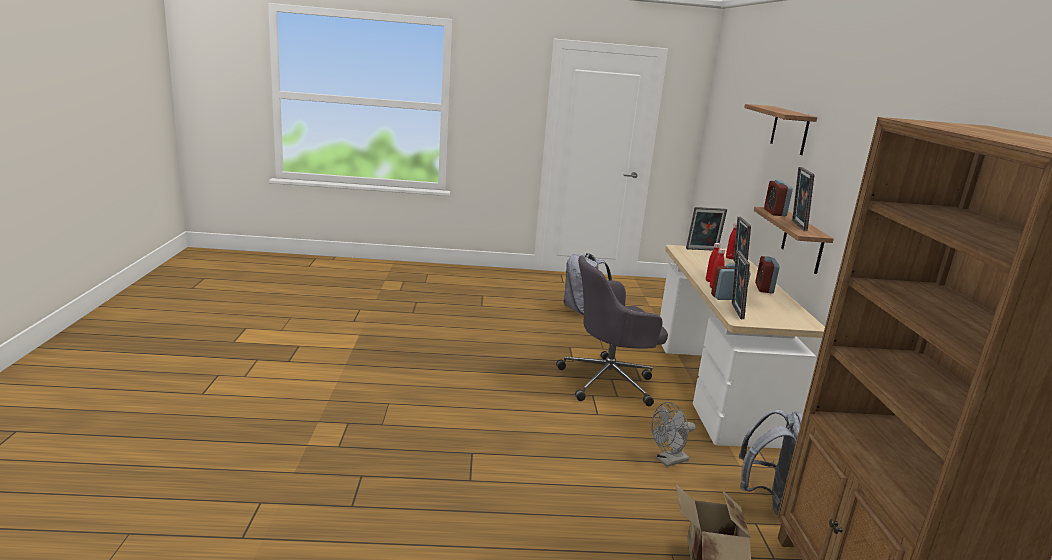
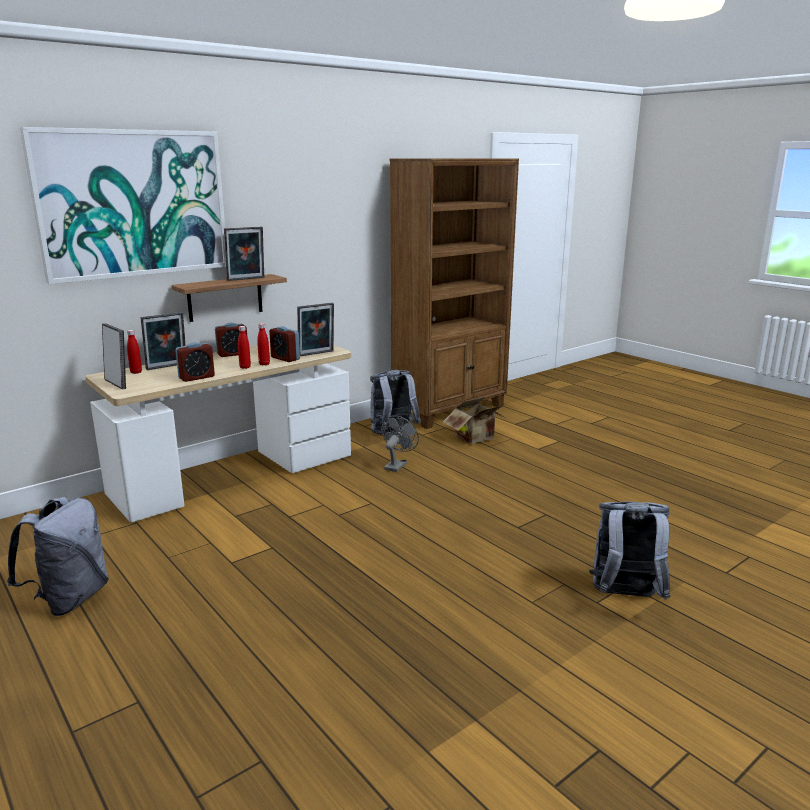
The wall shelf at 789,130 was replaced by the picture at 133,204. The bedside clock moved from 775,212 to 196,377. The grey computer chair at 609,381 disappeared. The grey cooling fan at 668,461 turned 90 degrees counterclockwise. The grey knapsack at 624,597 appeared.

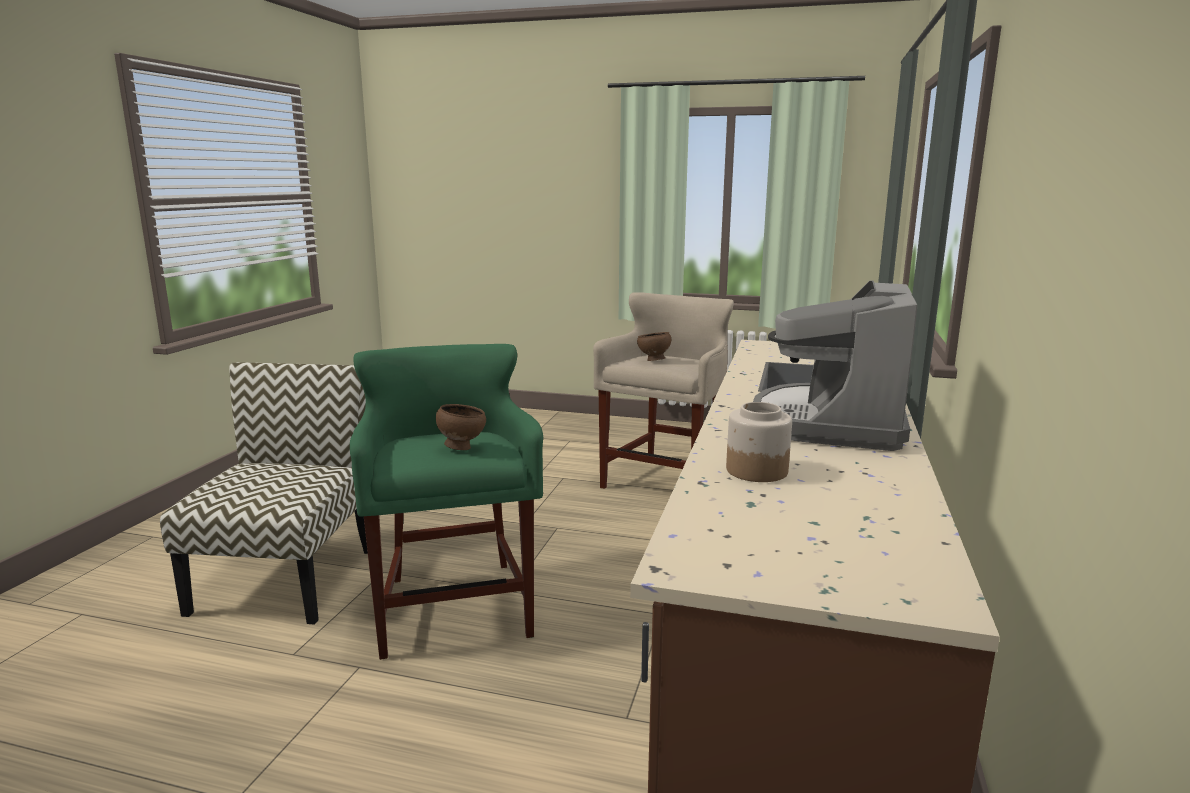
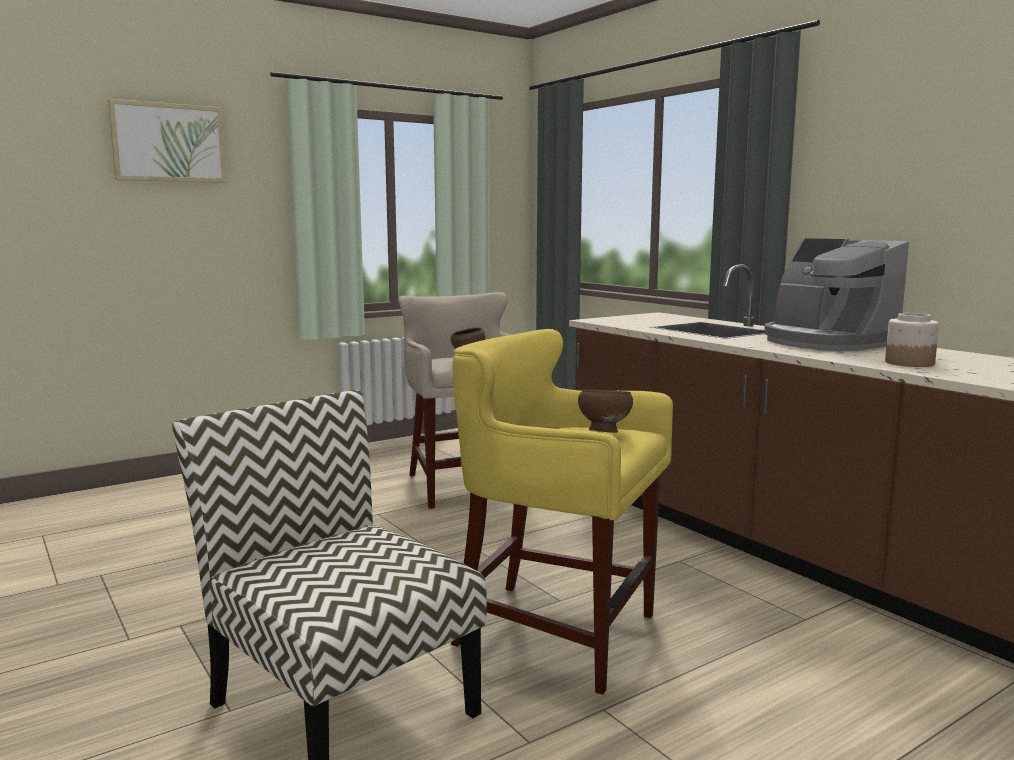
The greenish stool at 454,609 became the yellow-coloured stool at 556,633. The picture at 168,143 appeared.

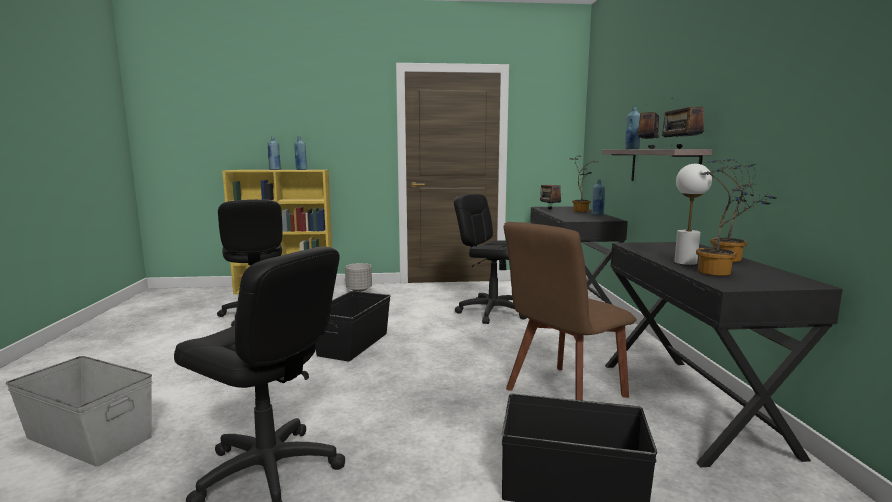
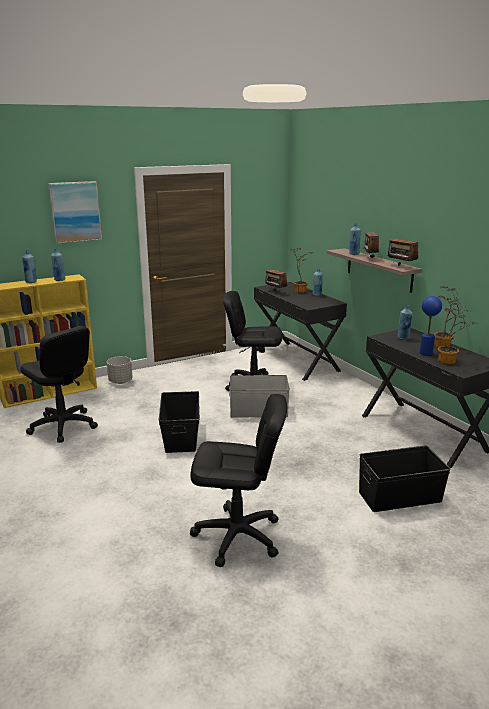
The whitish table lamp at 686,262 became the blue table lamp at 426,353. The brown upright chair at 563,395 disappeared. The grey storage container moved from 89,436 to 258,410. The picture at 75,212 appeared. The blue drink bottle at 403,338 appeared.

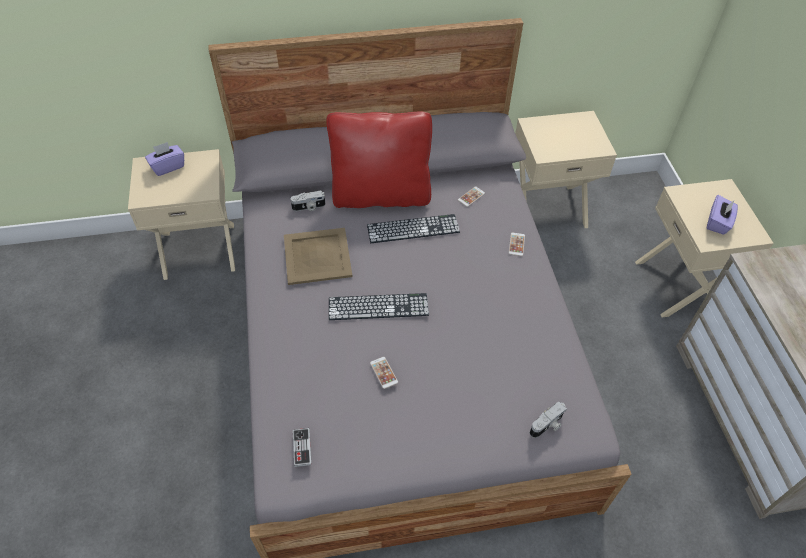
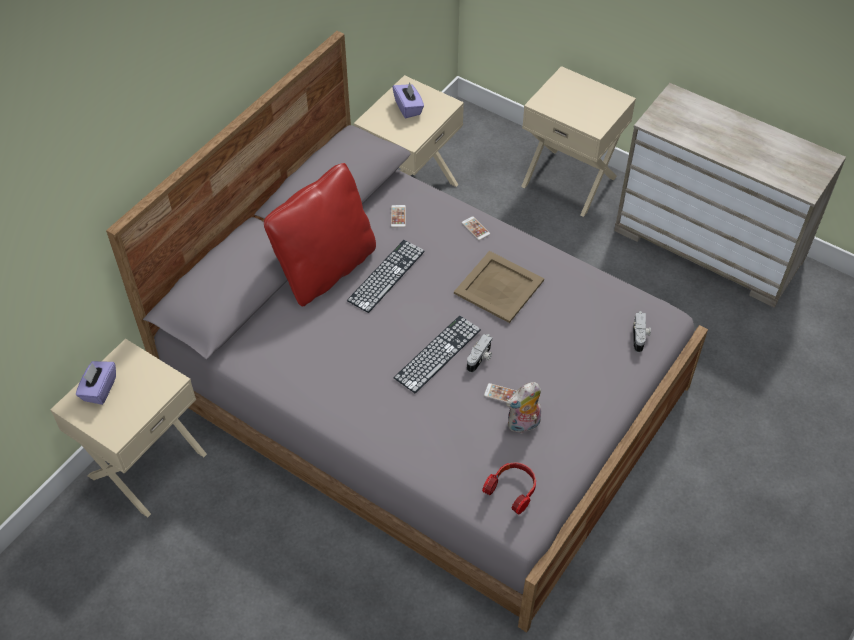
The still camera moved from 309,207 to 480,359. The purple box of tissues moved from 718,223 to 408,108. The beige carrying tray moved from 316,256 to 498,287. The gamepad at 302,448 was replaced by the headphones at 512,489. The plush toy at 523,425 appeared.

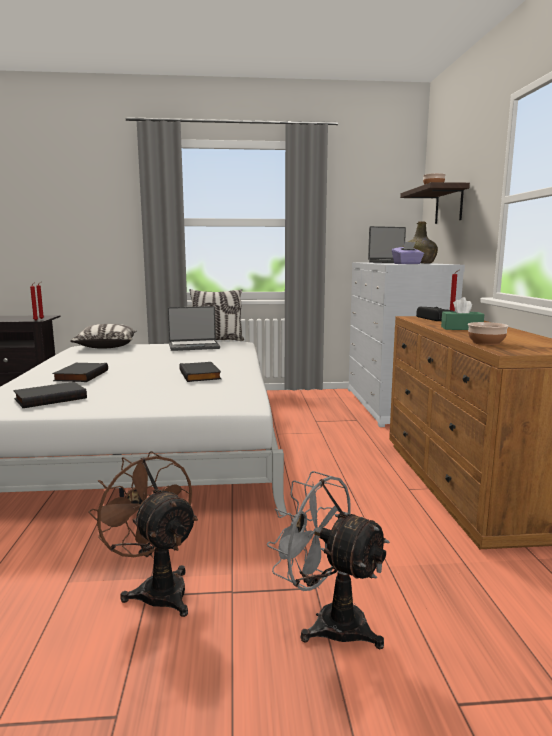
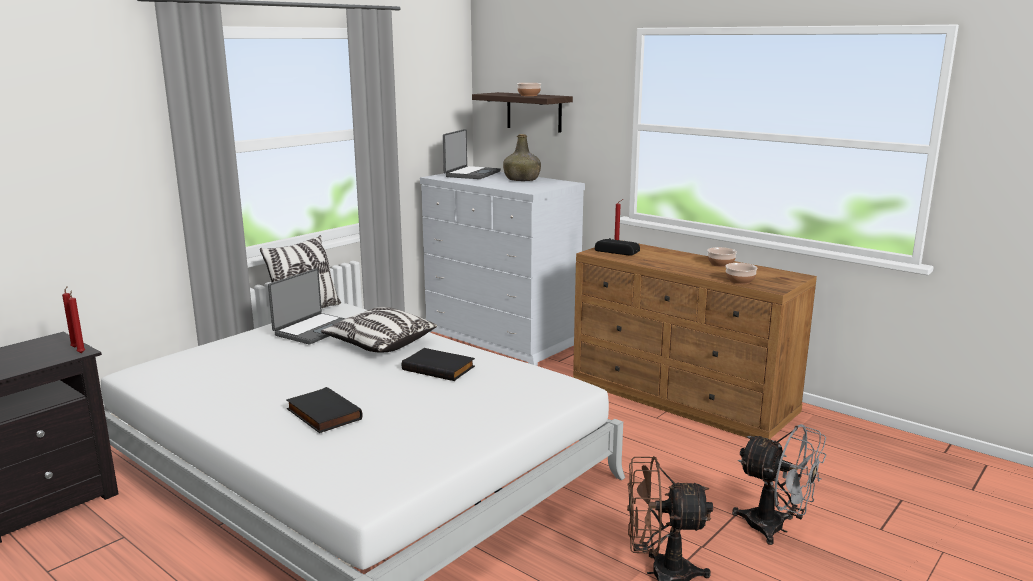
The purple box of tissues at 407,264 disappeared. The greenish box of tissues at 461,328 disappeared. The throw pillow moved from 106,346 to 380,344. The blackish volume at 50,398 disappeared. The grey cooling fan at 329,621 turned 135 degrees counterclockwise. The deep dish at 720,264 appeared.

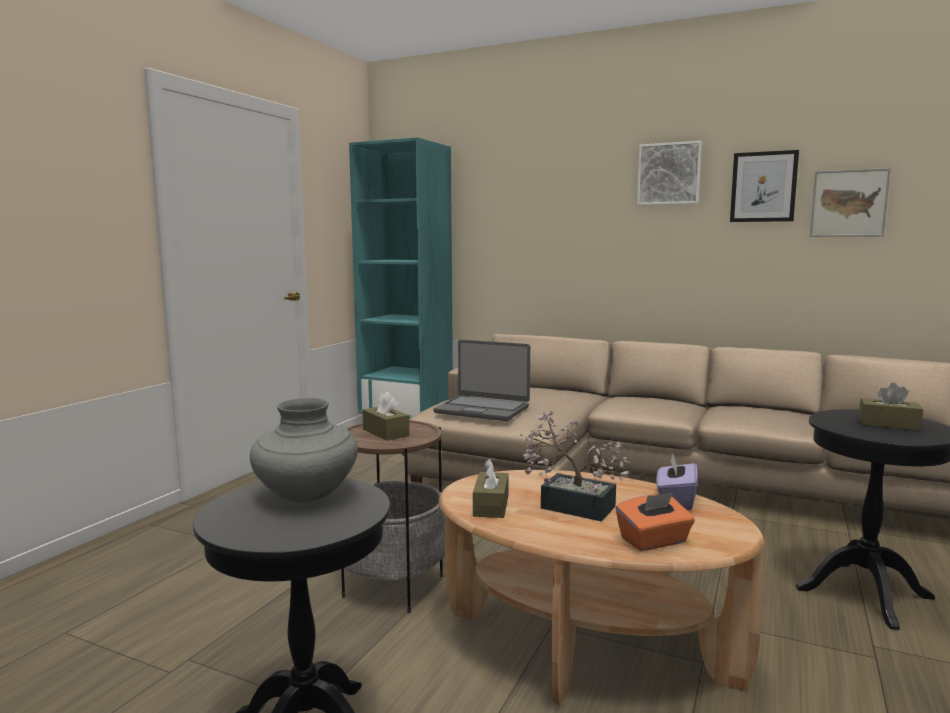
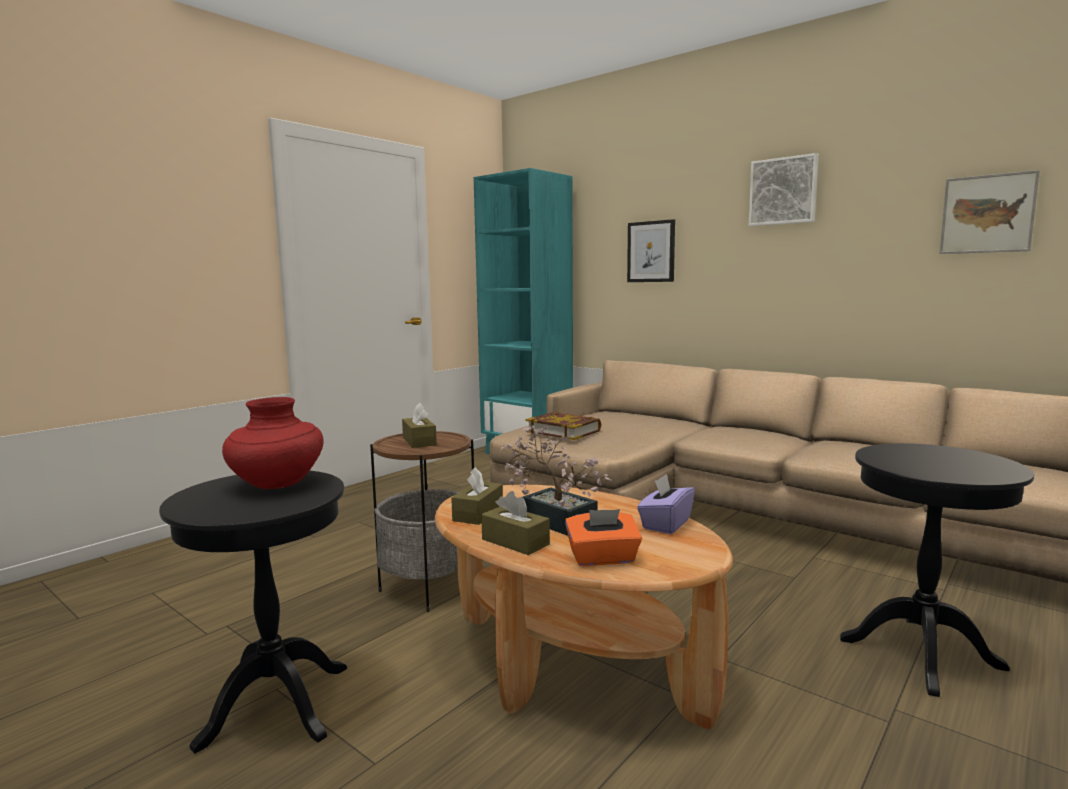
The picture moved from 763,187 to 651,251. The laptop at 482,409 was replaced by the volume at 563,431. The brown box of tissues moved from 888,424 to 515,542. The grey flower vase at 306,495 became the red flower vase at 277,484.

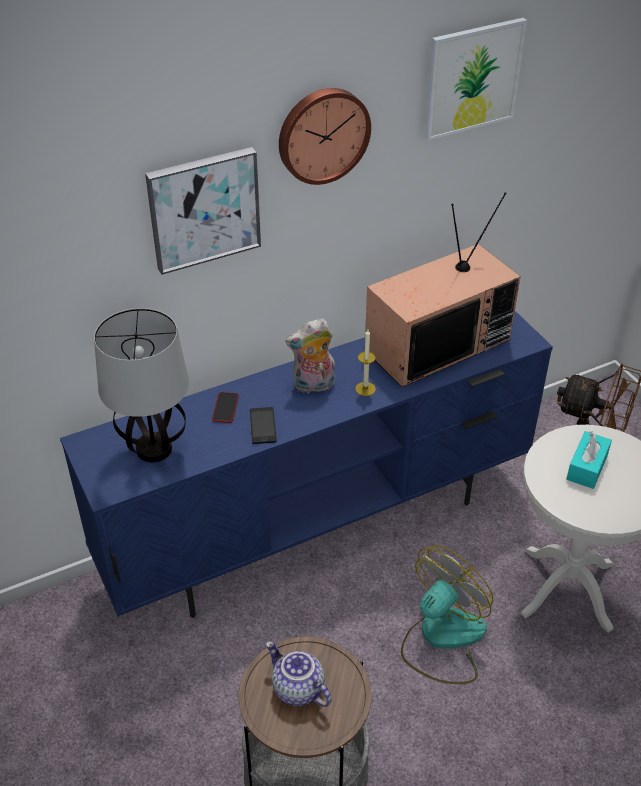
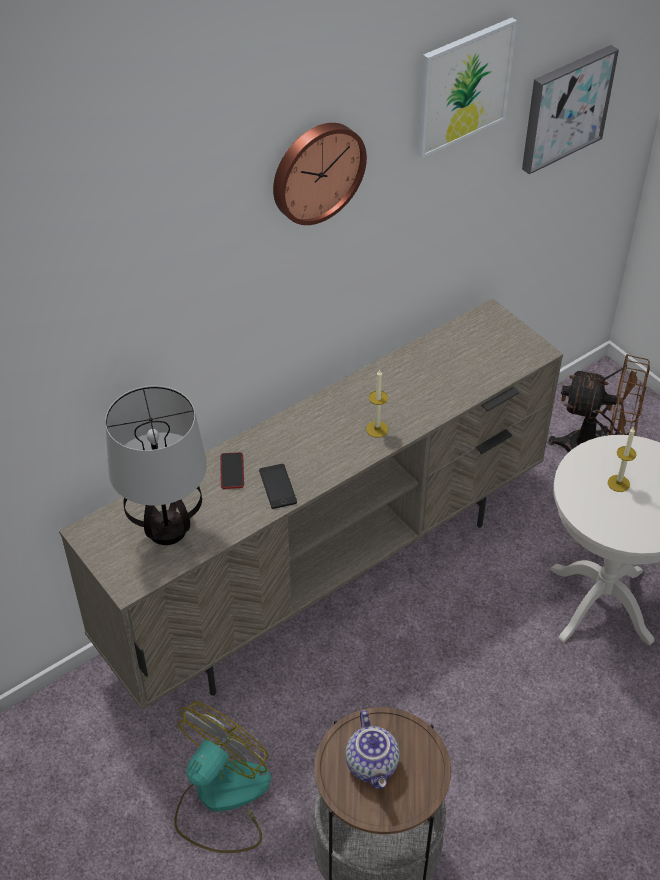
The picture moved from 203,208 to 565,107. The television at 437,343 disappeared. The blue tv stand at 320,529 became the beige tv stand at 329,576. The plush toy at 313,386 disappeared. The blue-green box of tissues at 587,467 was replaced by the wax light at 618,483. The cooling fan moved from 442,639 to 221,799. The teapot at 297,689 turned 135 degrees counterclockwise.

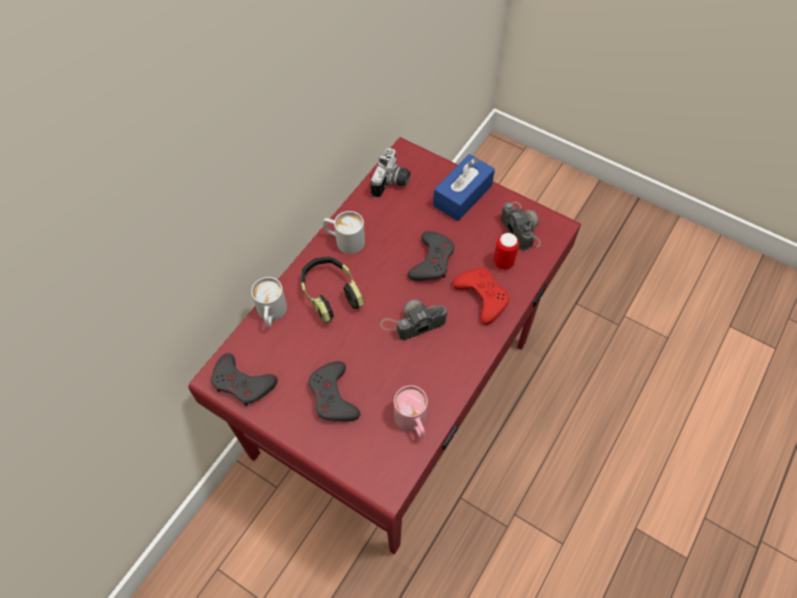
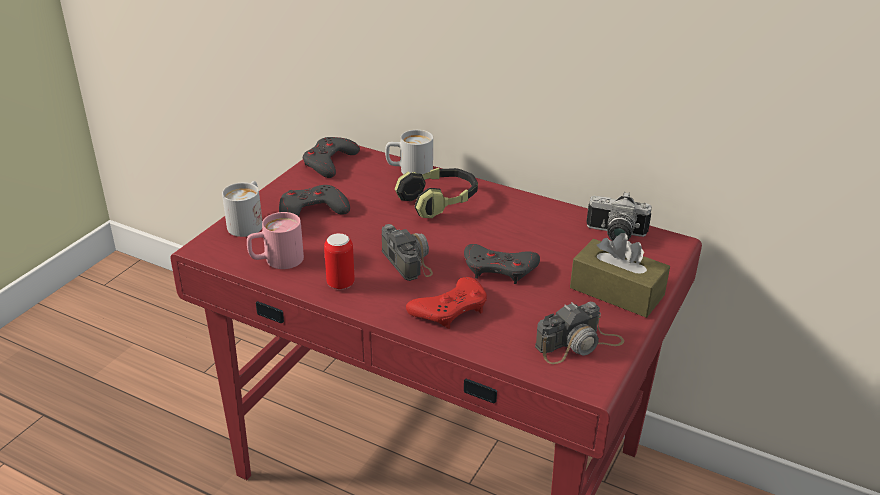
The blue box of tissues at 462,195 became the brown box of tissues at 617,292. The whitish coffee mug moved from 344,240 to 248,222. The metal can moved from 503,262 to 340,284.

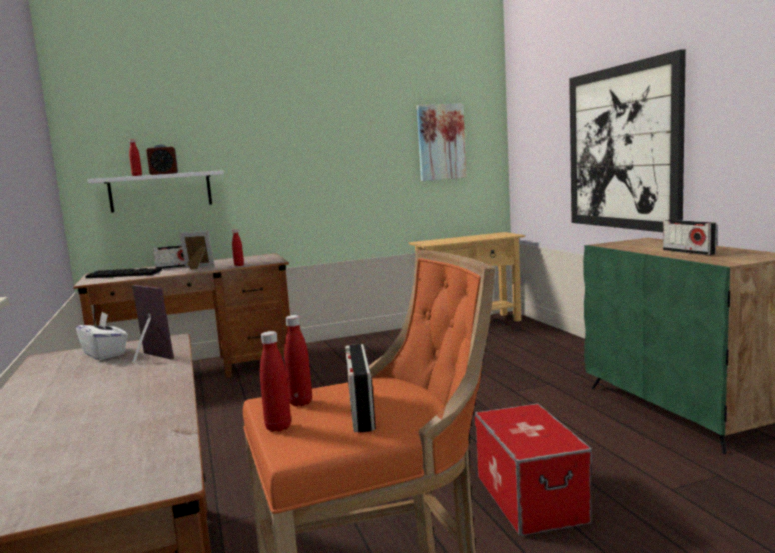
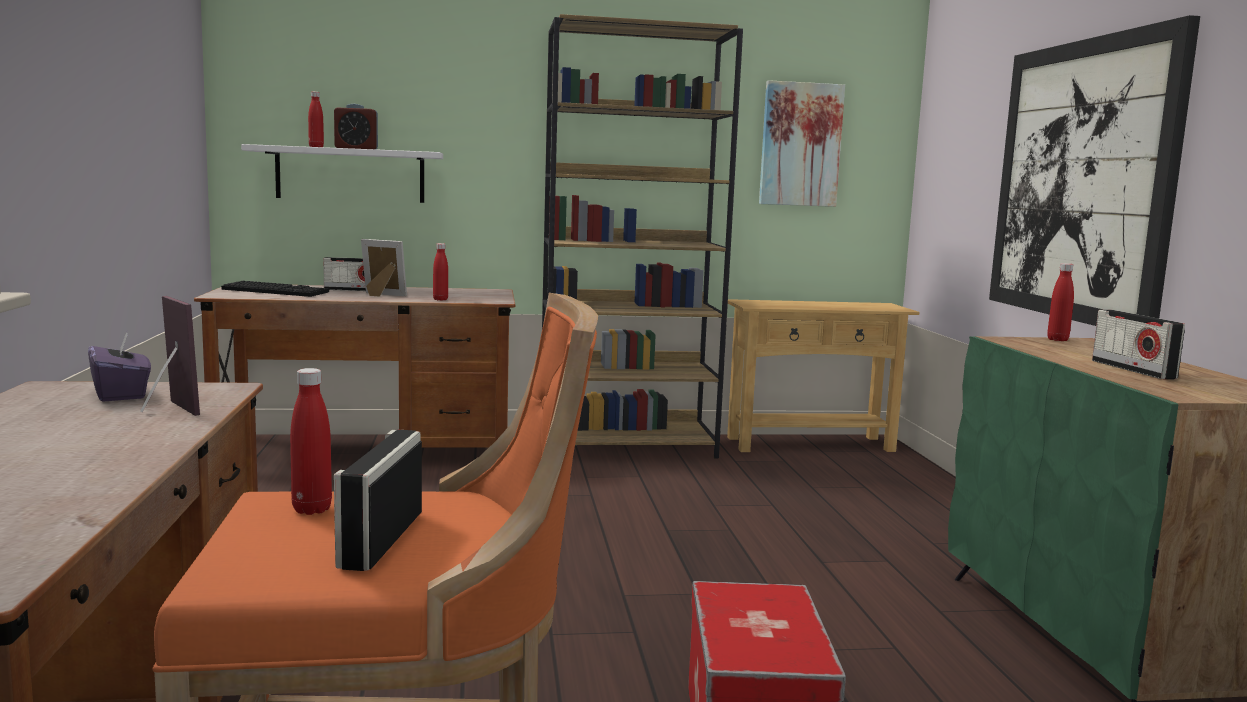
The whitish box of tissues at 105,354 became the purple box of tissues at 121,394. The red drink bottle moved from 278,427 to 1057,340. The brown shelving unit at 627,446 appeared.

